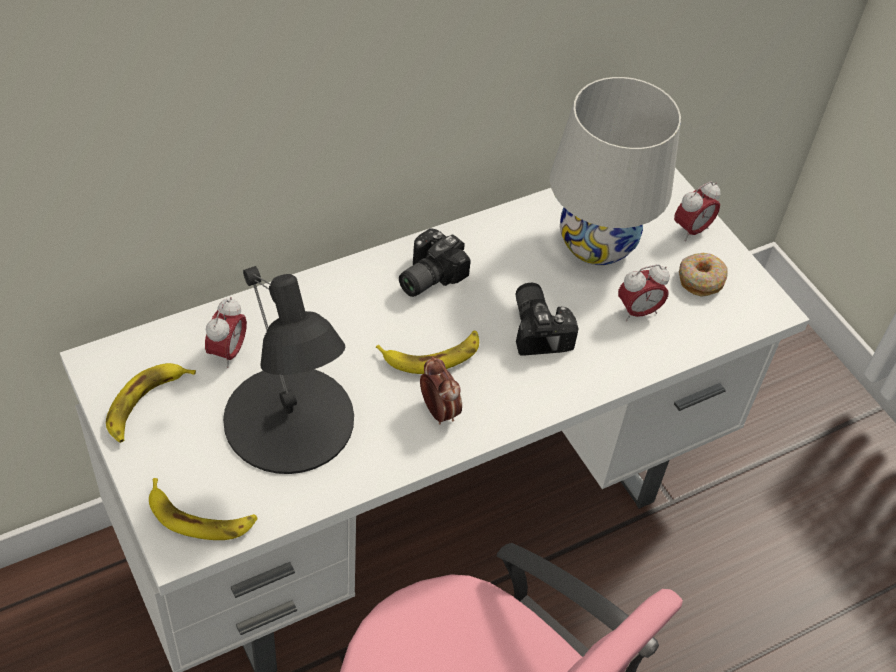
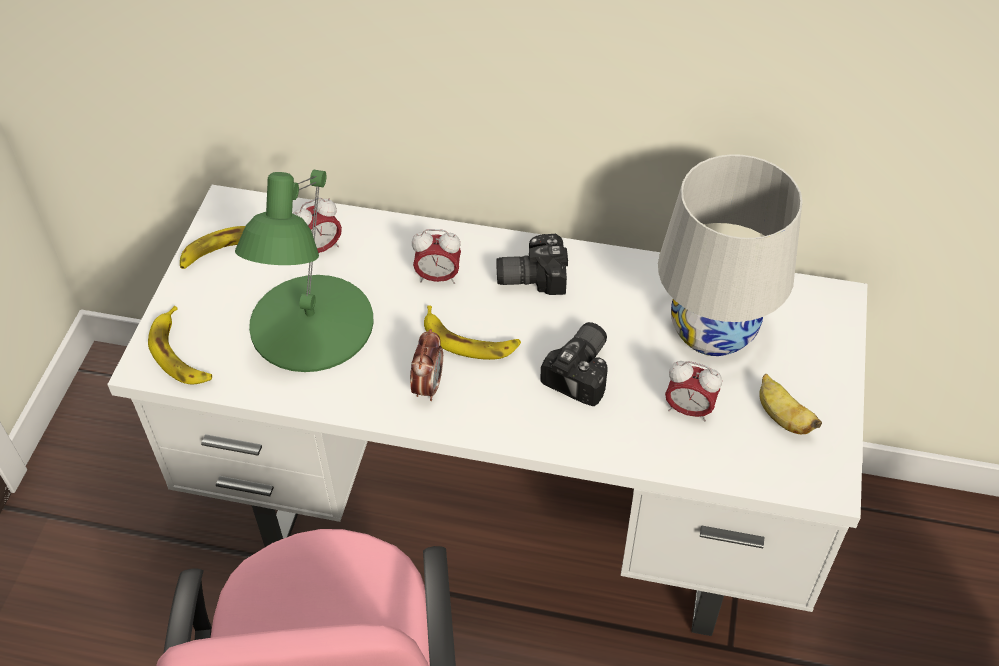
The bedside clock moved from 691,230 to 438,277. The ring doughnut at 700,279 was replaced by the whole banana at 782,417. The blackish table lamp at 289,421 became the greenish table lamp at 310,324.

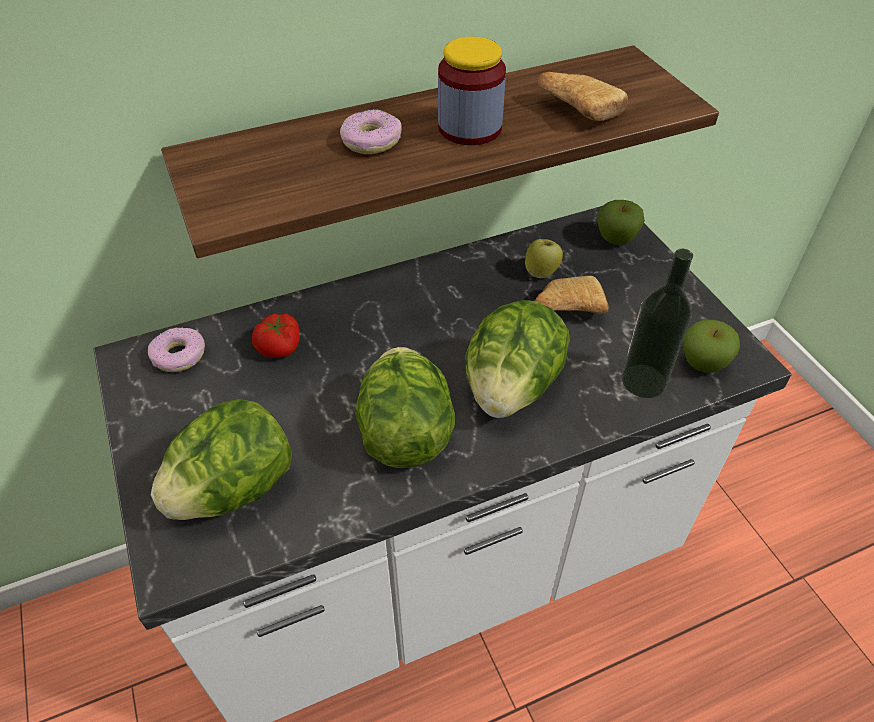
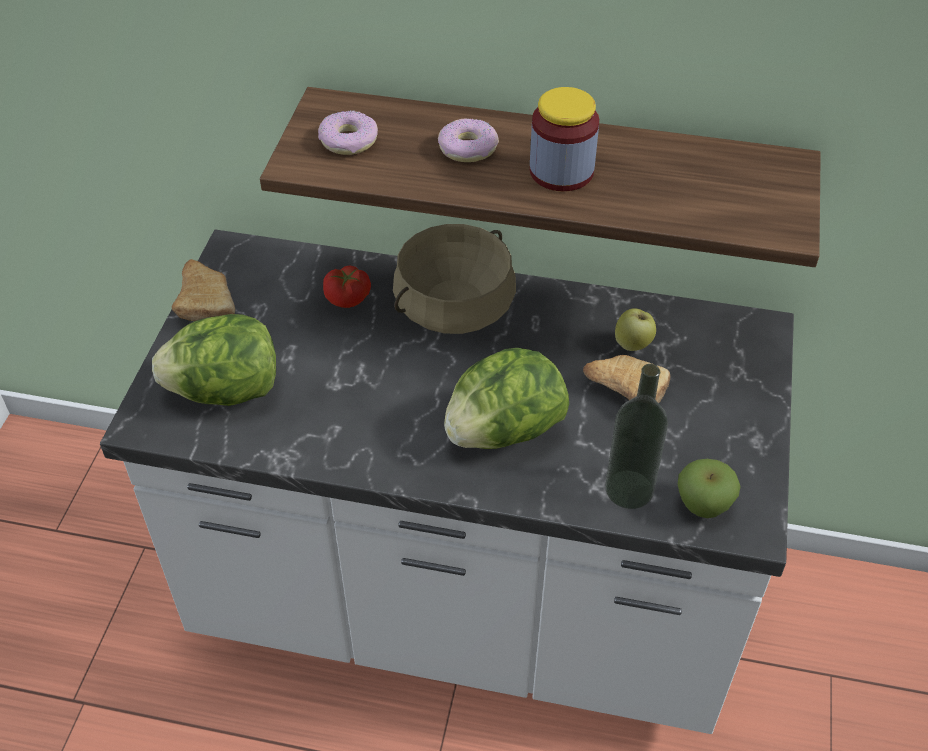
The bread moved from 576,109 to 205,300. The whole apple at 616,239 disappeared. The ring doughnut moved from 179,356 to 348,141. The lettuce at 405,433 disappeared. The beige stockpot at 454,306 appeared.

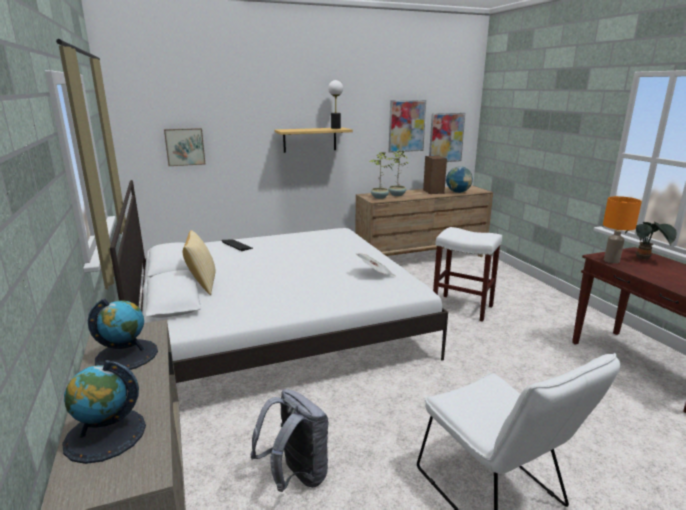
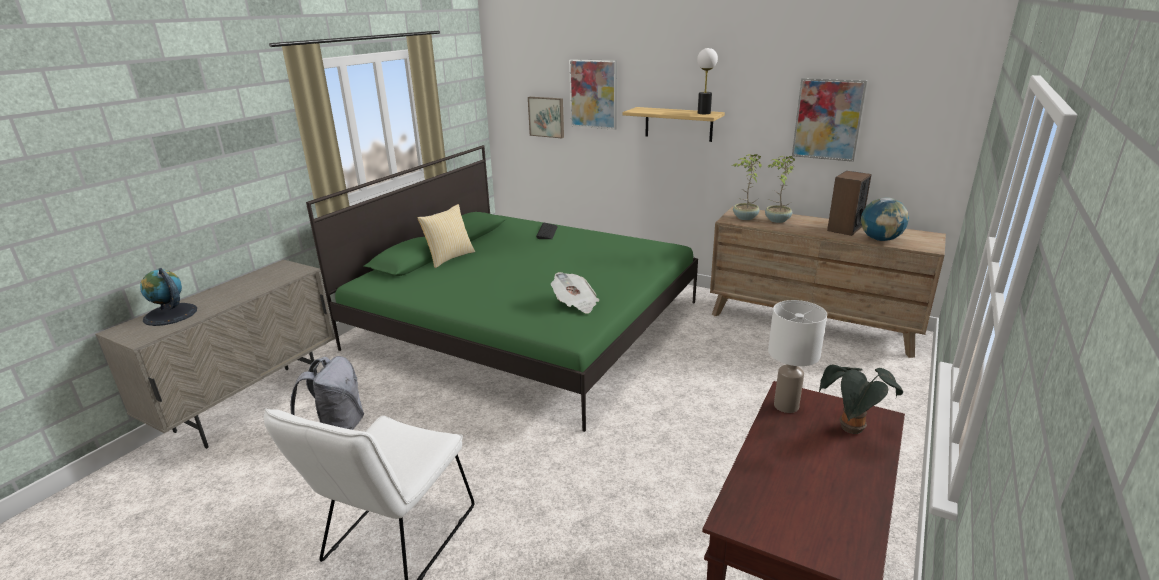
The picture moved from 446,137 to 593,94. The whitish bed at 276,325 became the greenish bed at 527,324. The orange-coloured table lamp at 611,260 became the whitish table lamp at 786,405. The whitish stool at 461,307 disappeared. The world globe at 127,355 disappeared.

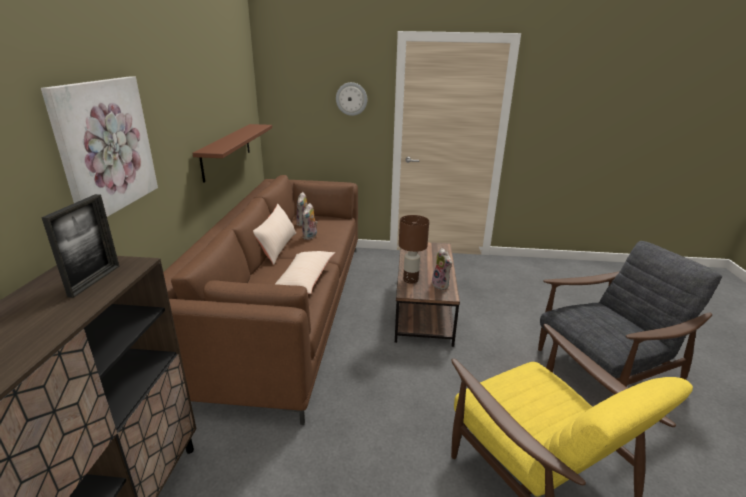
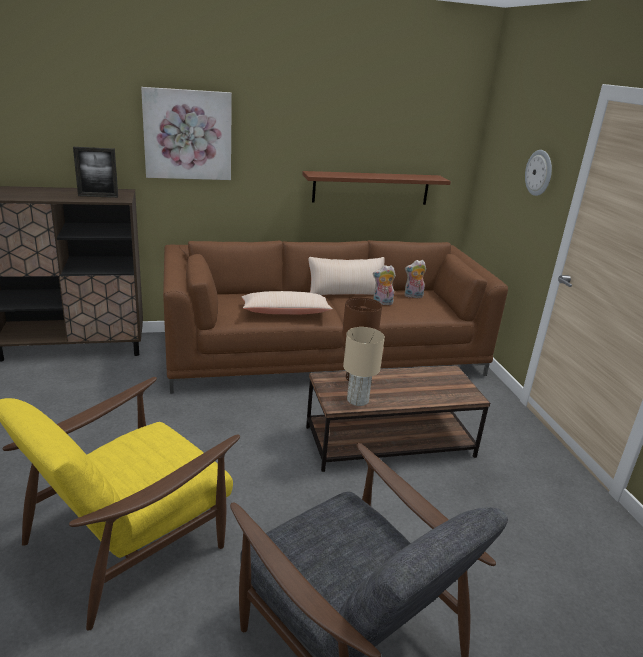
The plush toy at 441,285 was replaced by the beige table lamp at 357,399.

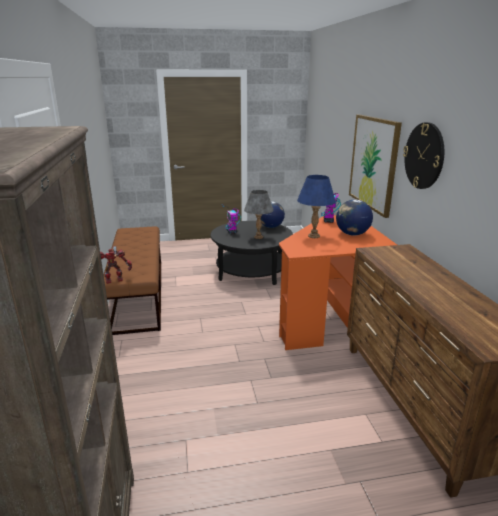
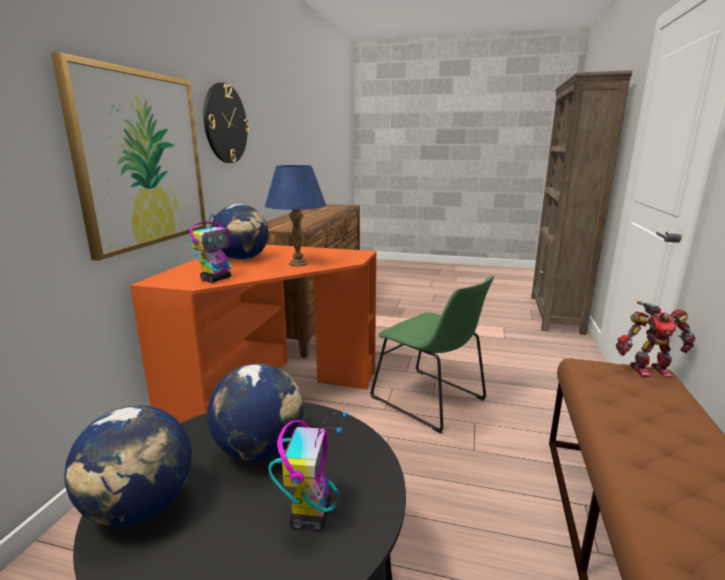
The grey table lamp at 258,237 was replaced by the world globe at 260,449. The greenish upright chair at 431,400 appeared.

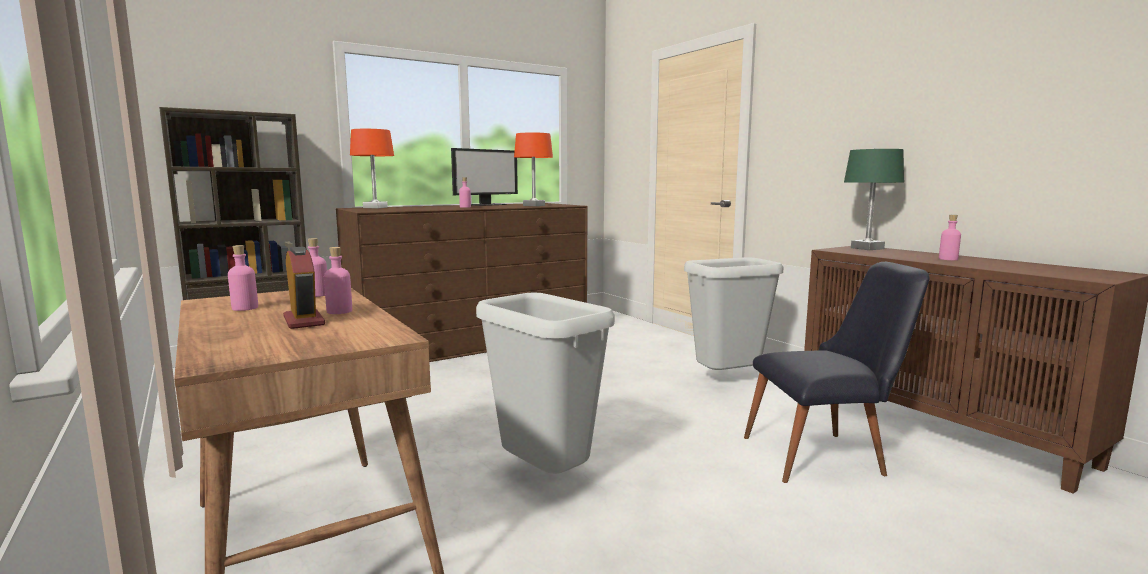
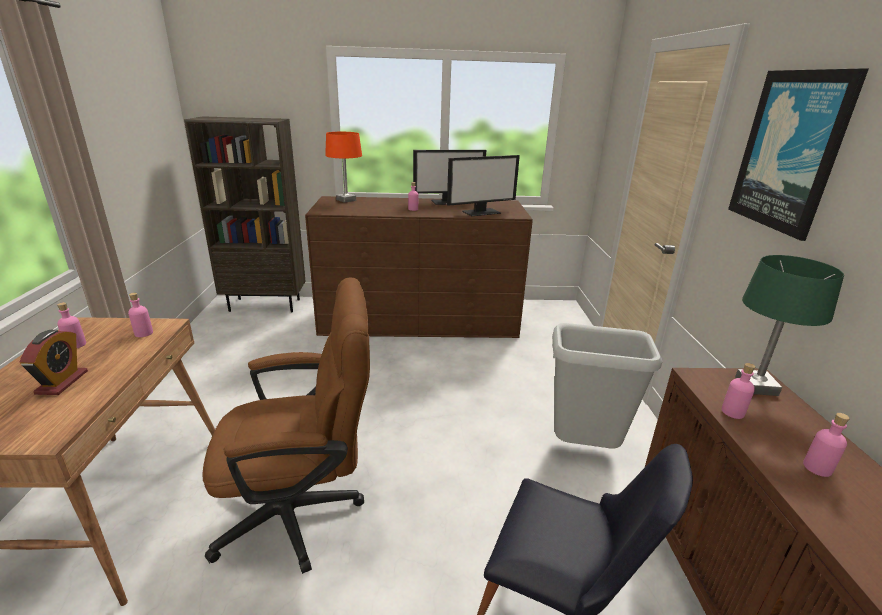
The orange-coloured table lamp at 534,205 was replaced by the monitor at 481,212. The pink drink bottle moved from 339,311 to 732,412. The grey rubbish bin at 546,478 was replaced by the brown computer chair at 302,512. The picture at 790,151 appeared.

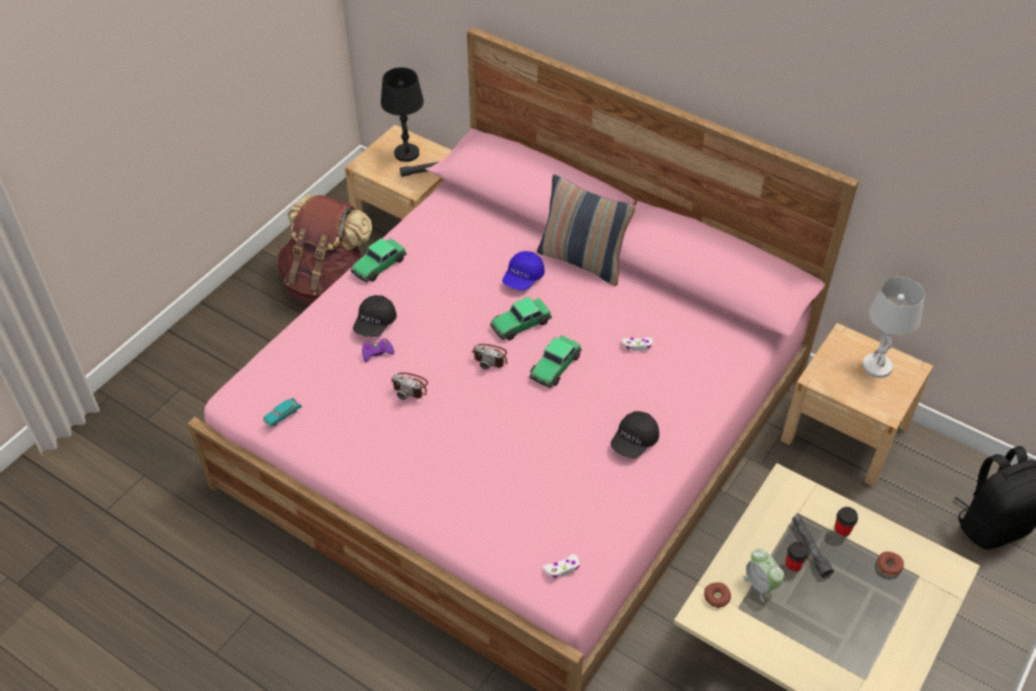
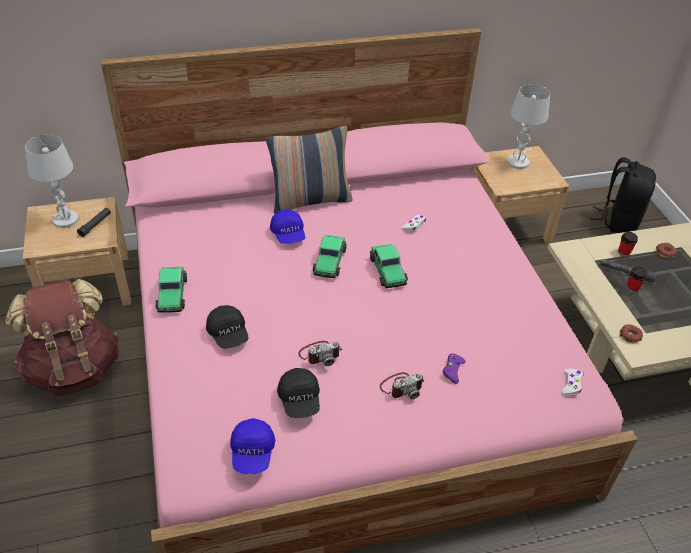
The blackish table lamp at 406,153 became the whitish table lamp at 65,220. The purple gamepad moved from 377,353 to 453,370. The still camera moved from 490,357 to 401,387. The miniature car at 282,415 was replaced by the blue peaked cap at 252,453. The blackish peaked cap moved from 634,441 to 300,400. The bedside clock at 760,585 disappeared.

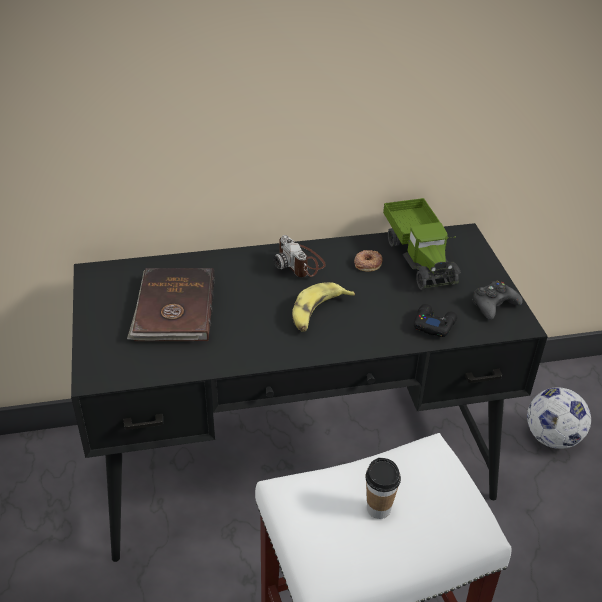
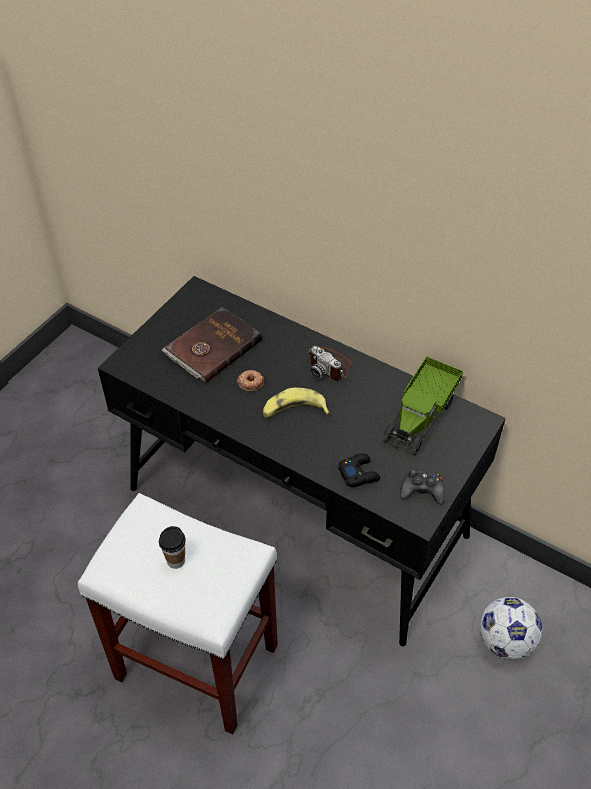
The still camera at 300,263 turned 60 degrees counterclockwise. The ring doughnut moved from 367,263 to 250,382.

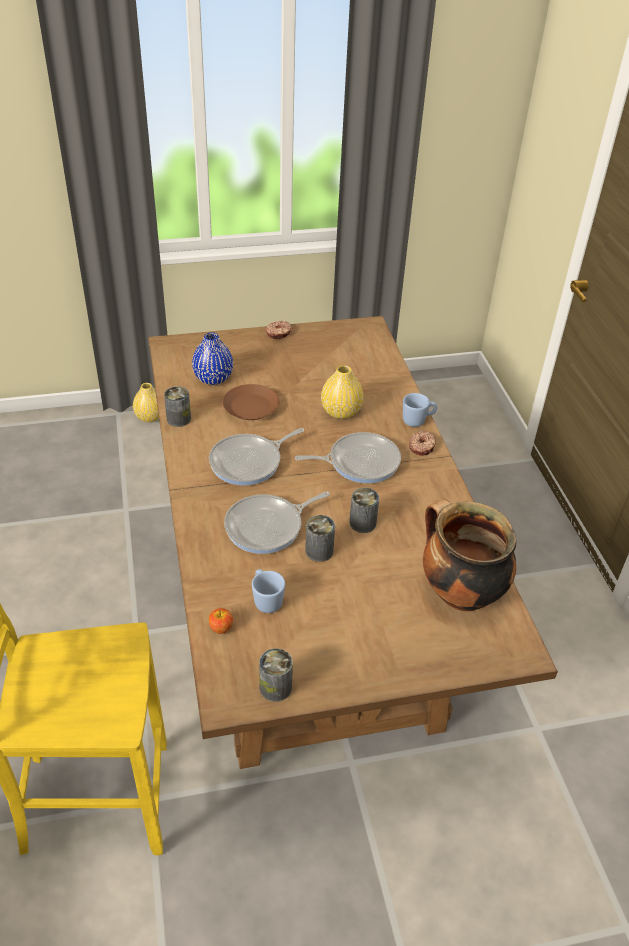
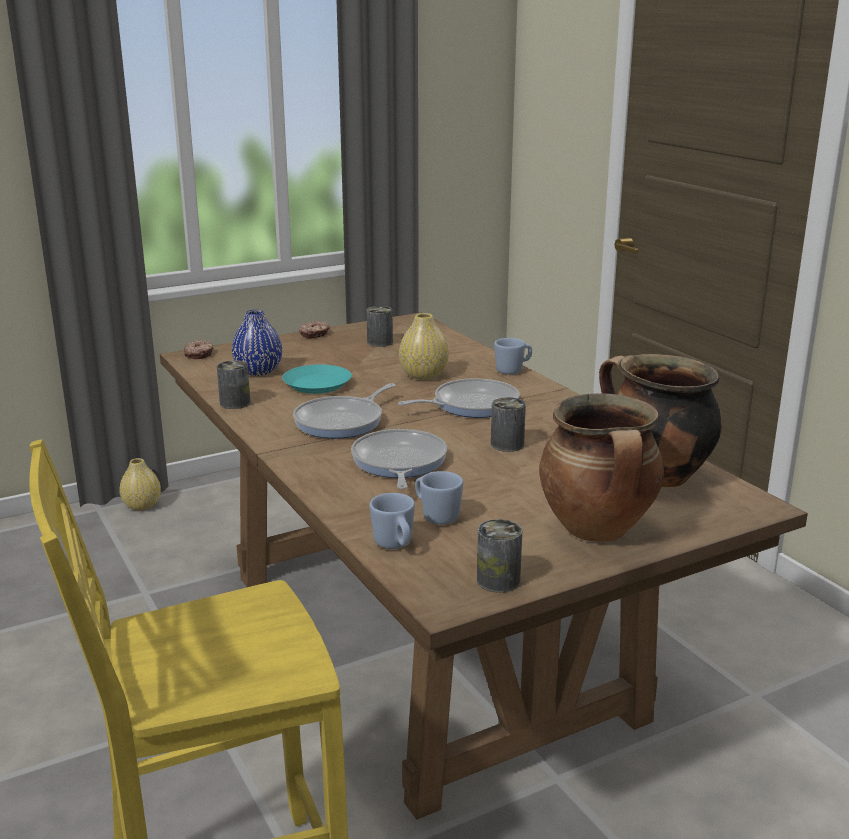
The brown flat dish at 250,407 became the blue-green flat dish at 316,384. The ring doughnut moved from 422,447 to 199,354. The pan at 268,527 turned 135 degrees clockwise. The metal can moved from 319,551 to 380,342. The whole apple at 221,628 was replaced by the blue coffee mug at 395,546. The stockpot at 598,531 appeared.

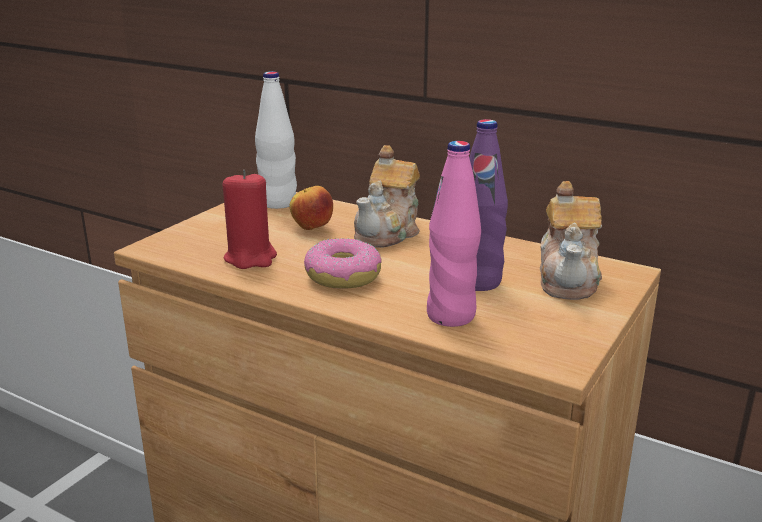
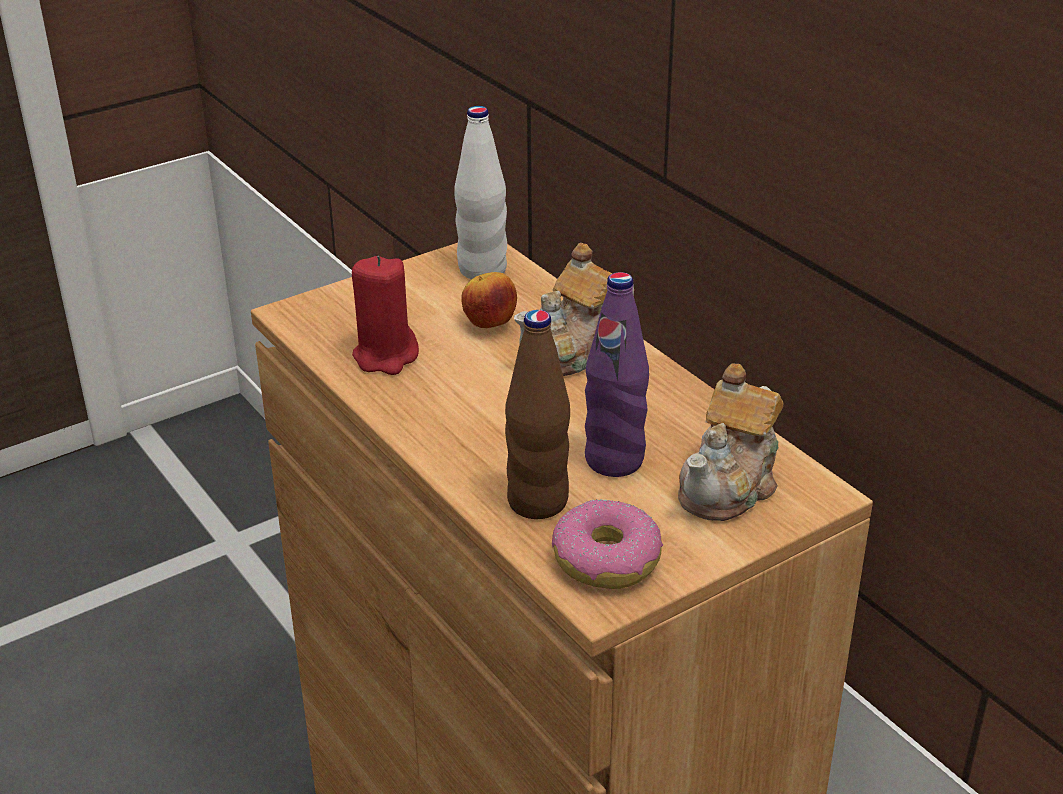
The pink drink bottle at 451,316 became the brown drink bottle at 538,502. The ring doughnut moved from 342,276 to 606,559.

